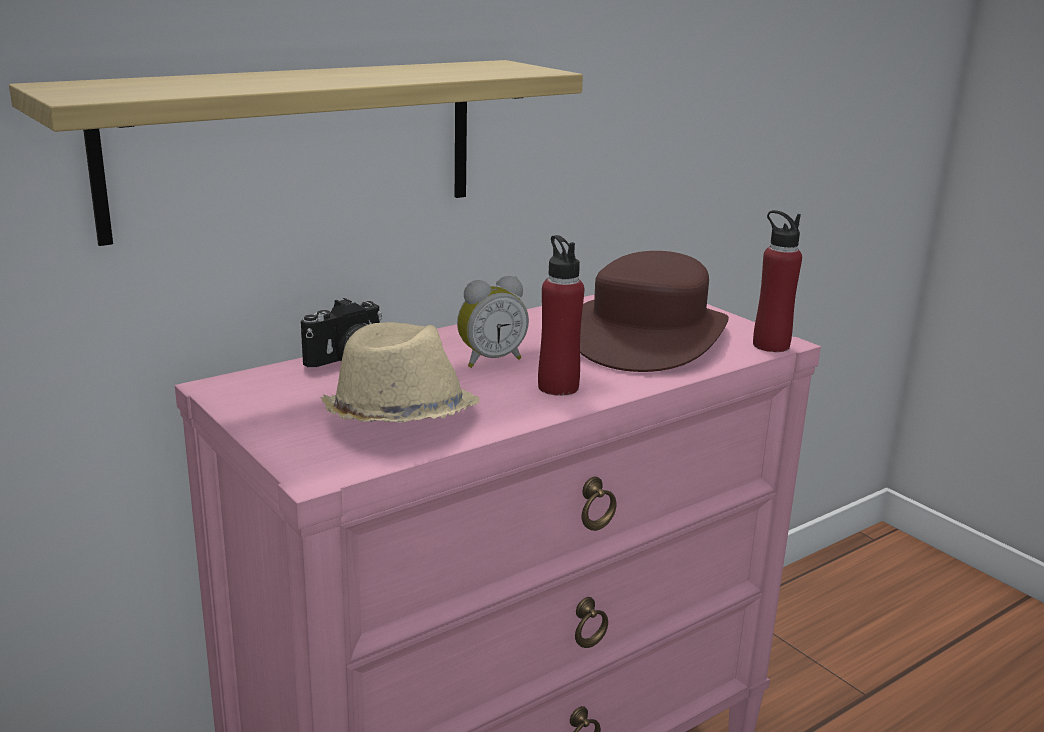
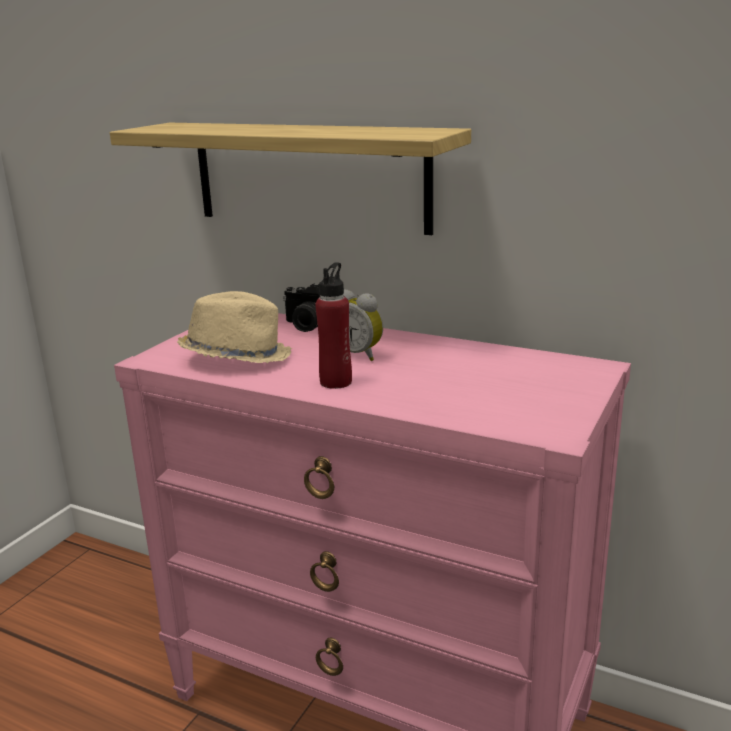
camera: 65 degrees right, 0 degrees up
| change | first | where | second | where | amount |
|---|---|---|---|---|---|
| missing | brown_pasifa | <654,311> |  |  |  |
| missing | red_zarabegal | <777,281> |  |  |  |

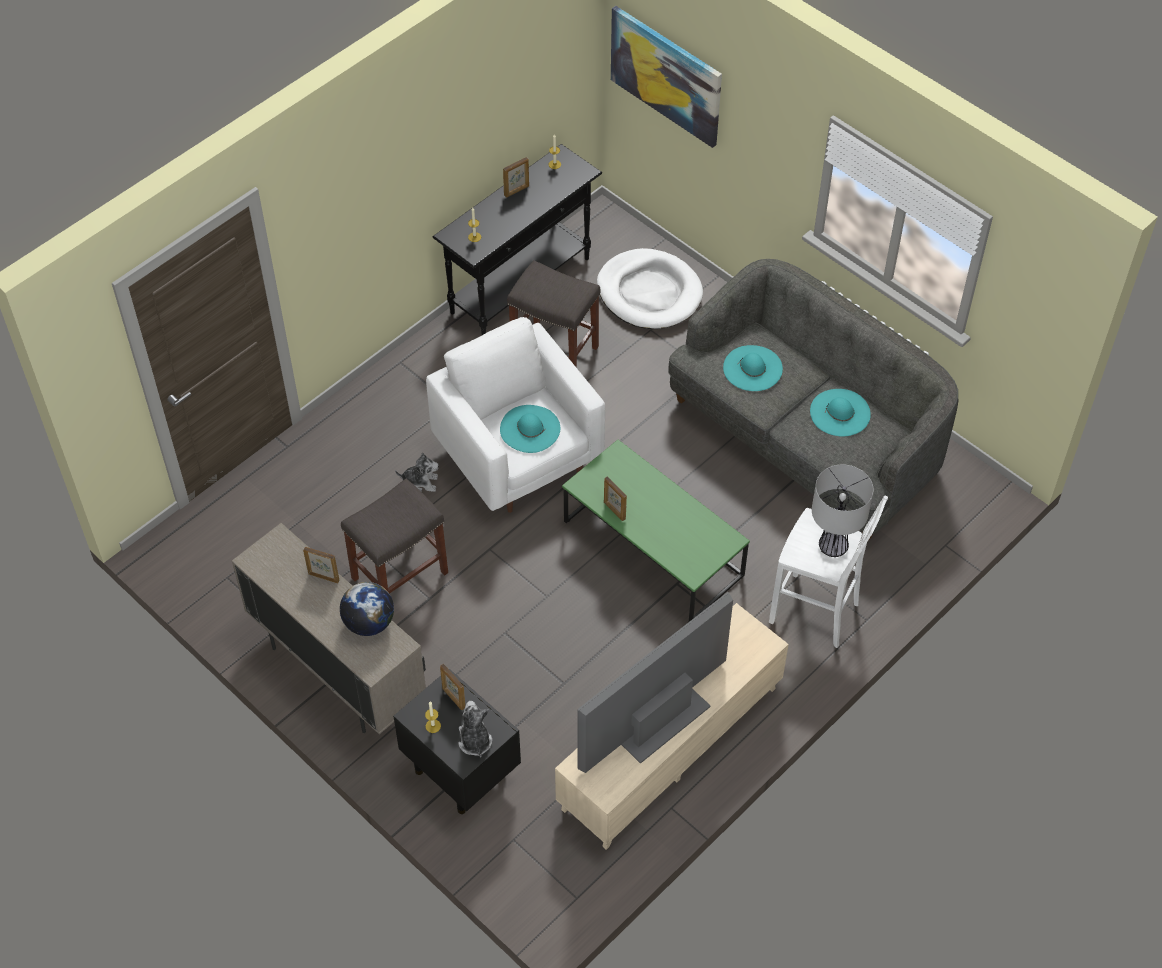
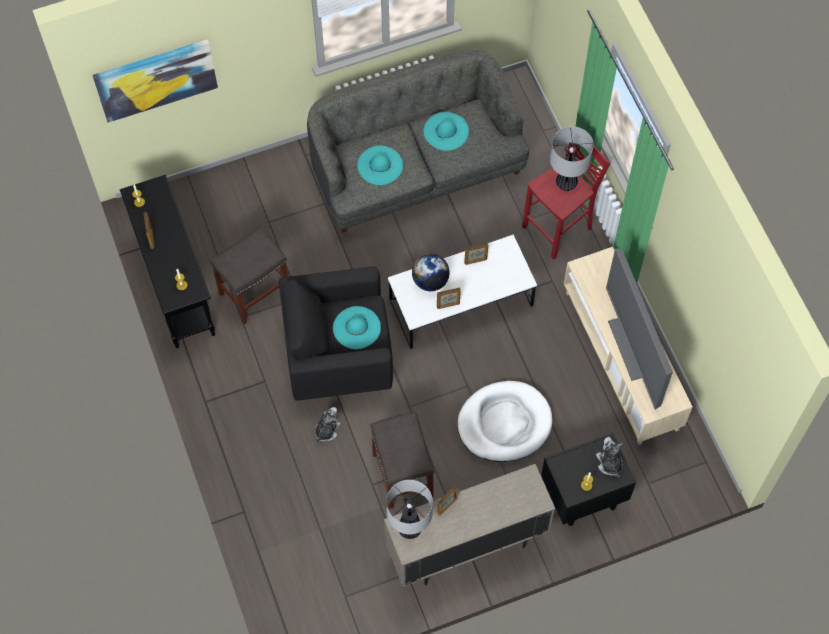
camera: 65 degrees left, 10 degrees up
| change | first | where | second | where | amount |
|---|---|---|---|---|---|
| relocated | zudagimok | <367,609> |  | <431,272> |  |
| colour | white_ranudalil | <515,415> | black_ranudalil | <336,334> |  |
| relocated | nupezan | <453,687> |  | <476,254> |  |
| spun | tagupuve | <475,729> |  | <609,457> | 60 degrees clockwise |
| colour | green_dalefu | <656,531> | white_dalefu | <462,292> |  |
| relocated | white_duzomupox | <650,288> |  | <504,421> |  |
| colour | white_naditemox | <828,572> | red_naditemox | <566,201> |  |
| appeared |  |  | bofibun | <409,509> |  |

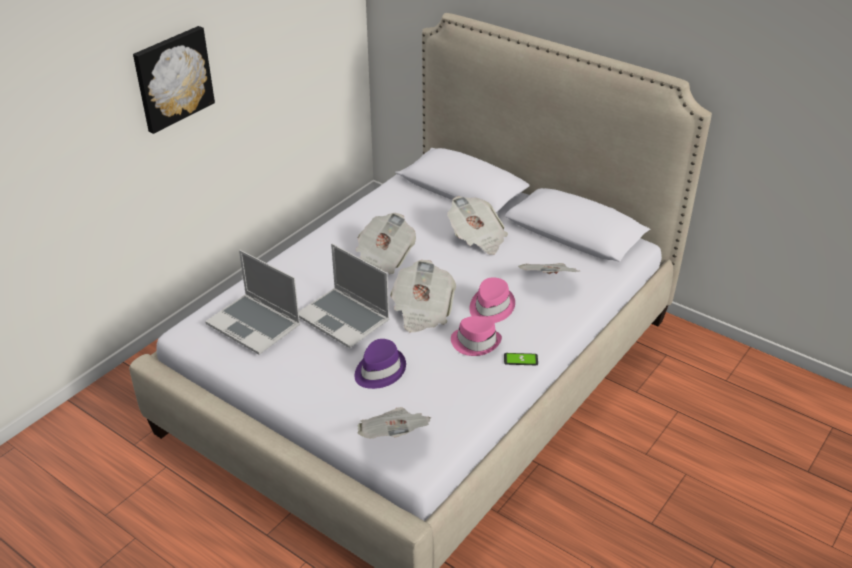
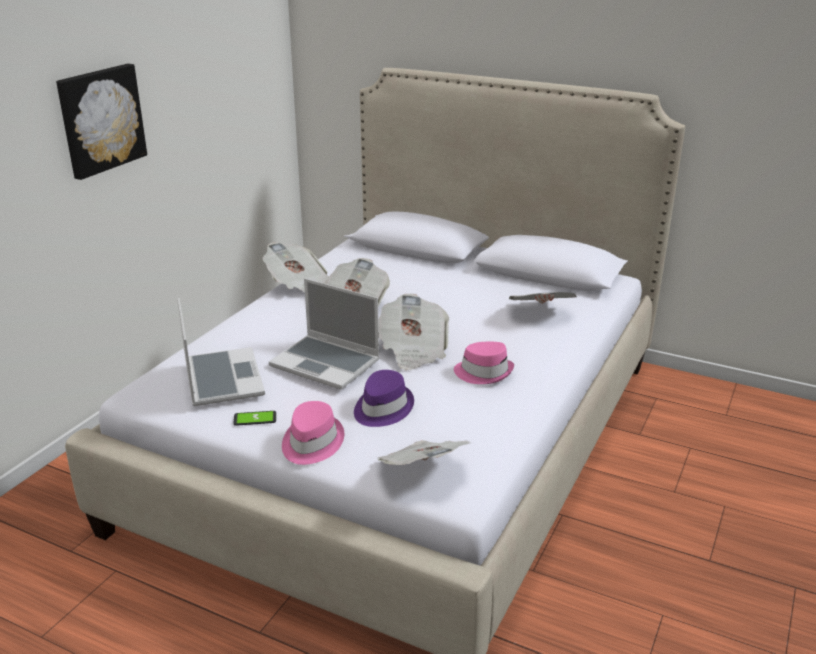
camera: 10 degrees left, 10 degrees down
| change | first | where | second | where | amount |
|---|---|---|---|---|---|
| spun | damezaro | <252,302> |  | <221,352> | 135 degrees counterclockwise |
| relocated | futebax | <477,225> |  | <296,267> |  |
| relocated | pink_pasifa | <492,300> |  | <313,433> |  |
| relocated | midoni | <521,359> |  | <254,418> |  |

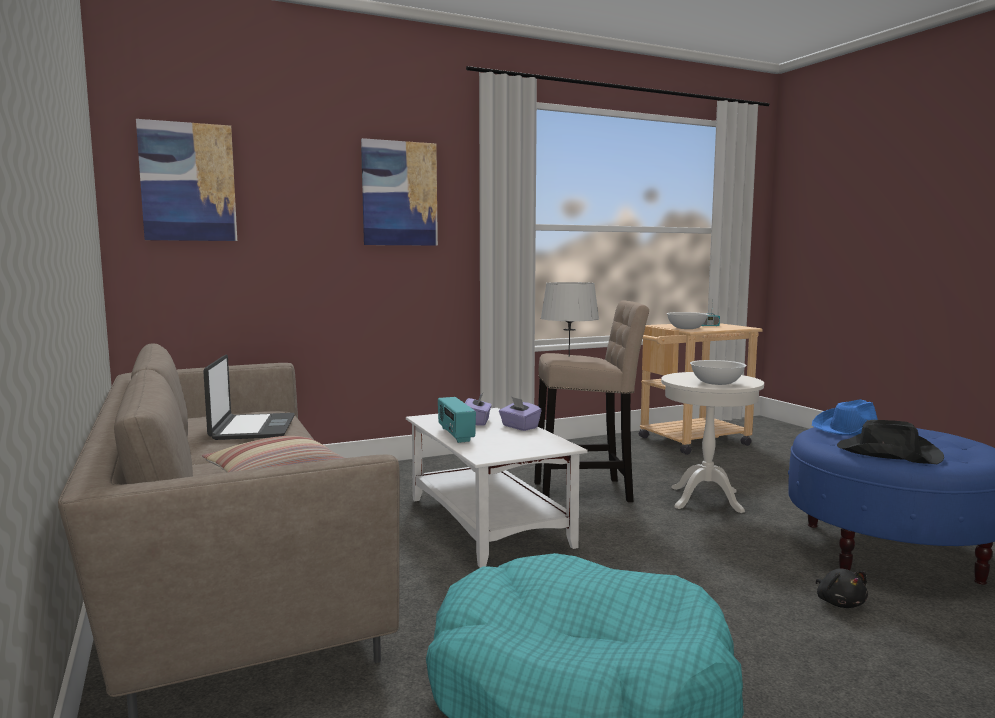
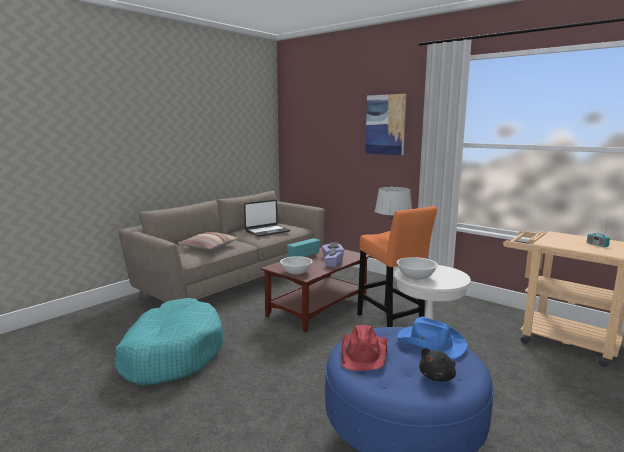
camera: 65 degrees right, 5 degrees up
| change | first | where | second | where | amount |
|---|---|---|---|---|---|
| missing | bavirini | <186,180> |  |  |  |
| colour | white_dalefu | <497,488> | brown_dalefu | <315,290> |  |
| colour | beige_naditemox | <591,401> | orange_naditemox | <397,266> |  |
| relocated | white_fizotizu | <687,320> |  | <296,265> |  |
| relocated | black_tagupuve | <842,588> |  | <437,364> |  |
| colour | black_pasifa | <890,442> | red_pasifa | <364,348> |  |

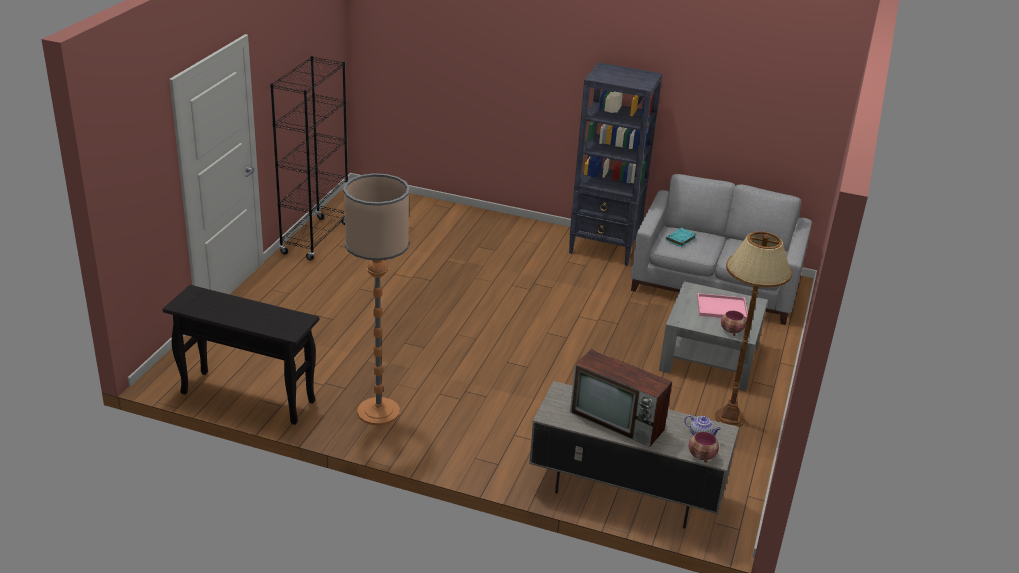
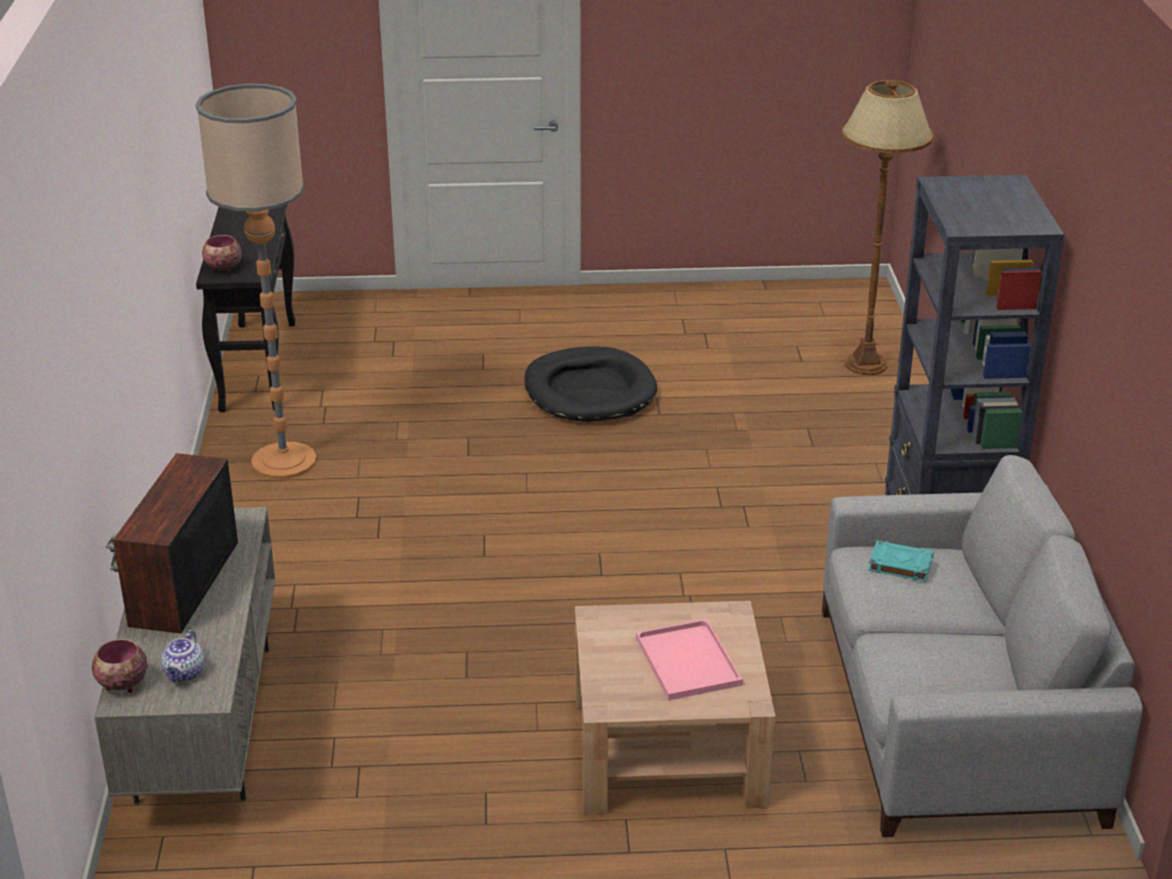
camera: 70 degrees right, 0 degrees up
| change | first | where | second | where | amount |
|---|---|---|---|---|---|
| missing | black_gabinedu | <309,158> |  |  |  |
| colour | grey_dalefu | <713,336> | brown_dalefu | <675,708> |  |
| relocated | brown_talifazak | <753,329> |  | <888,227> |  |
| relocated | fizotizu | <733,323> |  | <222,254> |  |
| appeared |  |  | black_duzomupox | <590,384> |  |

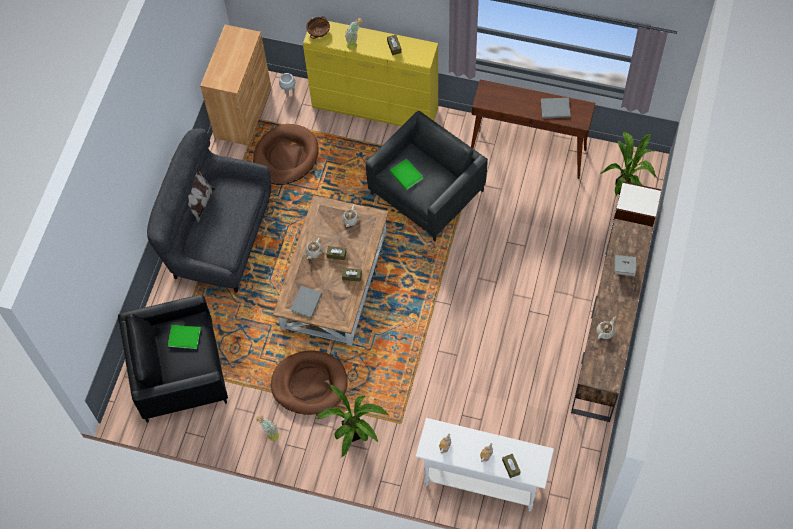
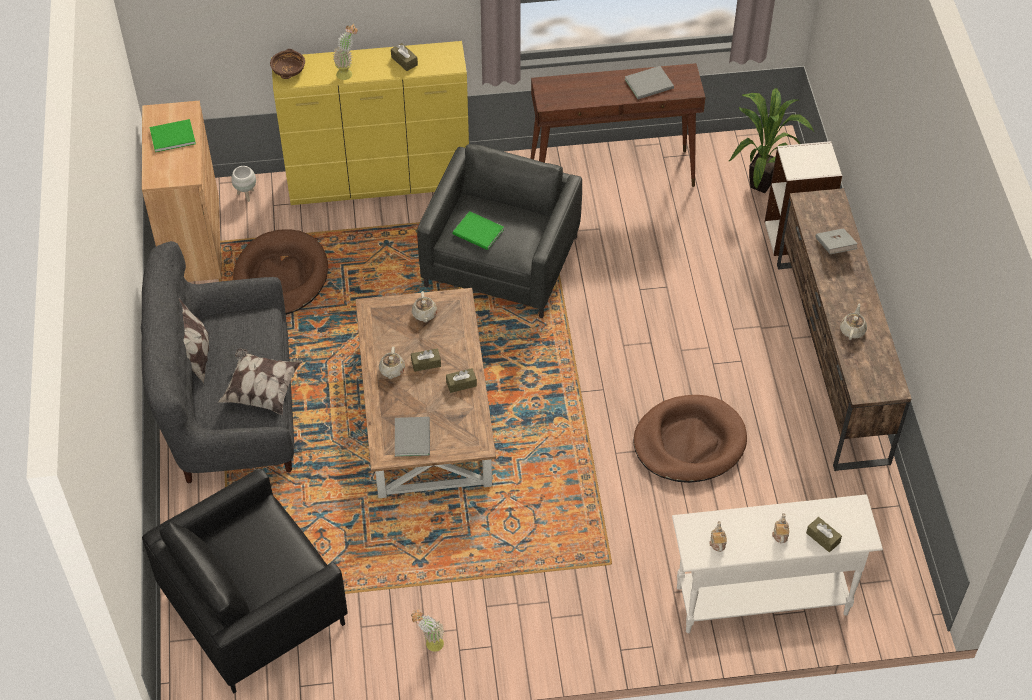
camera: 25 degrees left, 10 degrees down
| change | first | where | second | where | amount |
|---|---|---|---|---|---|
| relocated | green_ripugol | <184,337> |  | <172,135> |  |
| relocated | brown_duzomupox | <309,383> |  | <690,439> |  |
| missing | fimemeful | <352,421> |  |  |  |
| appeared |  |  | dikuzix | <259,381> |  |

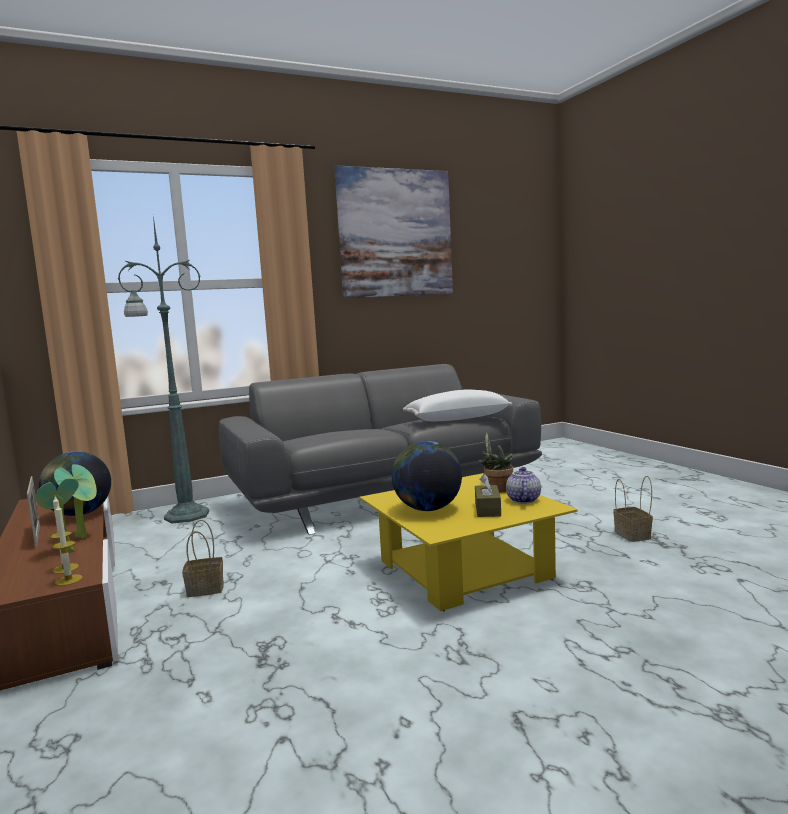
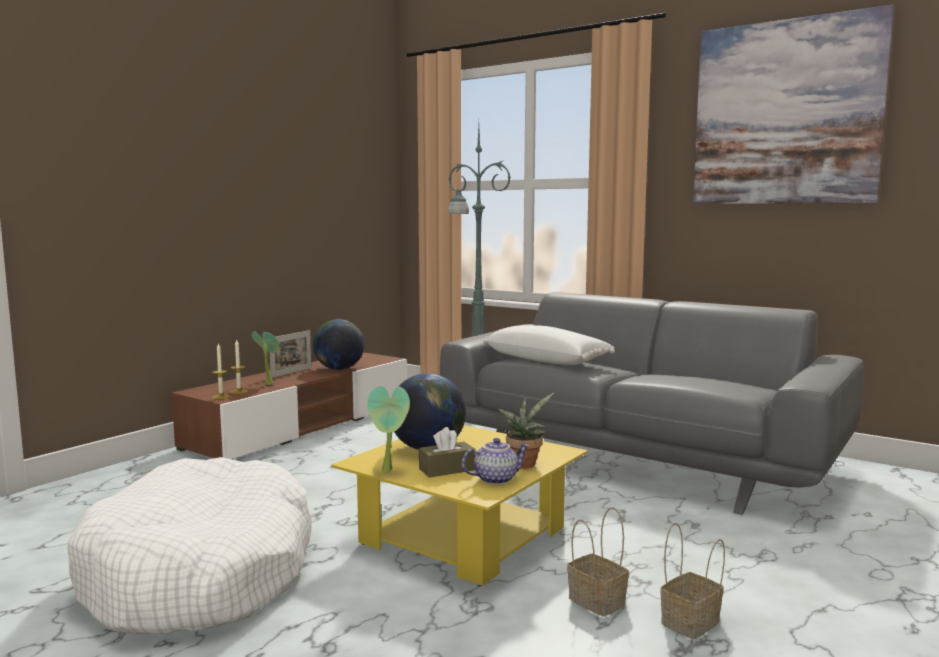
camera: 60 degrees right, 0 degrees up
| change | first | where | second | where | amount |
|---|---|---|---|---|---|
| relocated | fimemeful | <75,501> |  | <388,429> |  |
| relocated | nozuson | <203,558> |  | <598,561> |  |
| relocated | white_dikuzix | <458,405> |  | <549,345> |  |
| appeared |  |  | white_duzomupox | <189,545> |  |

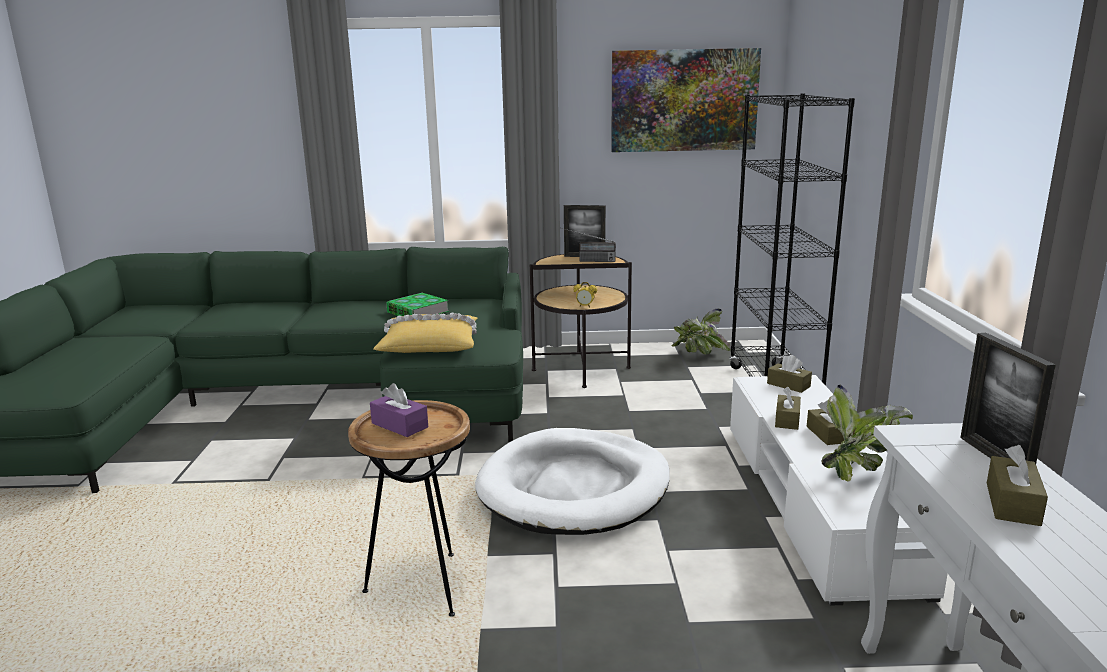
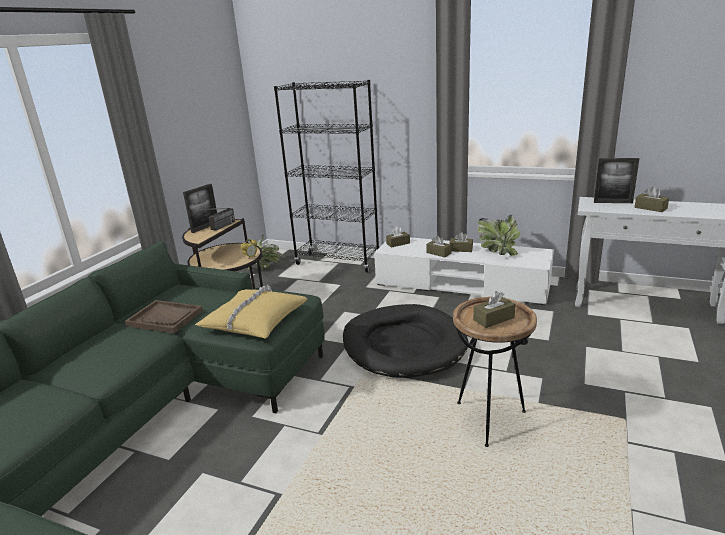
camera: 65 degrees left, 5 degrees up
| change | first | where | second | where | amount |
|---|---|---|---|---|---|
| colour | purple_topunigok | <399,410> | brown_topunigok | <494,309> |  |
| exchanged | ripugol | <417,304> | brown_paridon | <164,316> |  |
| colour | white_duzomupox | <572,481> | black_duzomupox | <406,341> |  |
| missing | bavirini | <686,100> |  |  |  |

